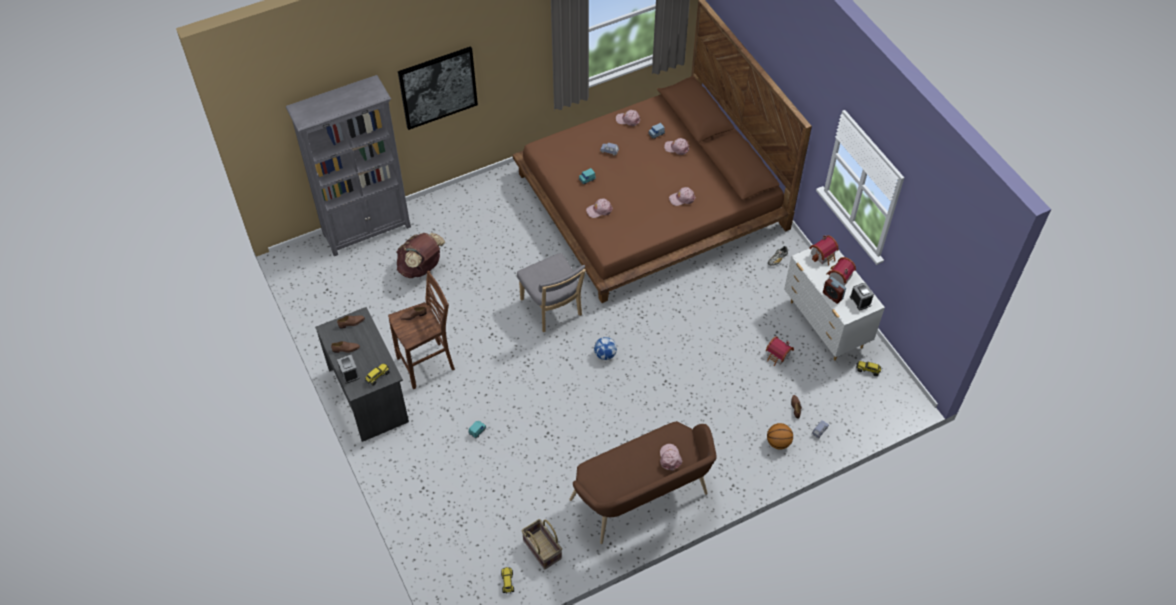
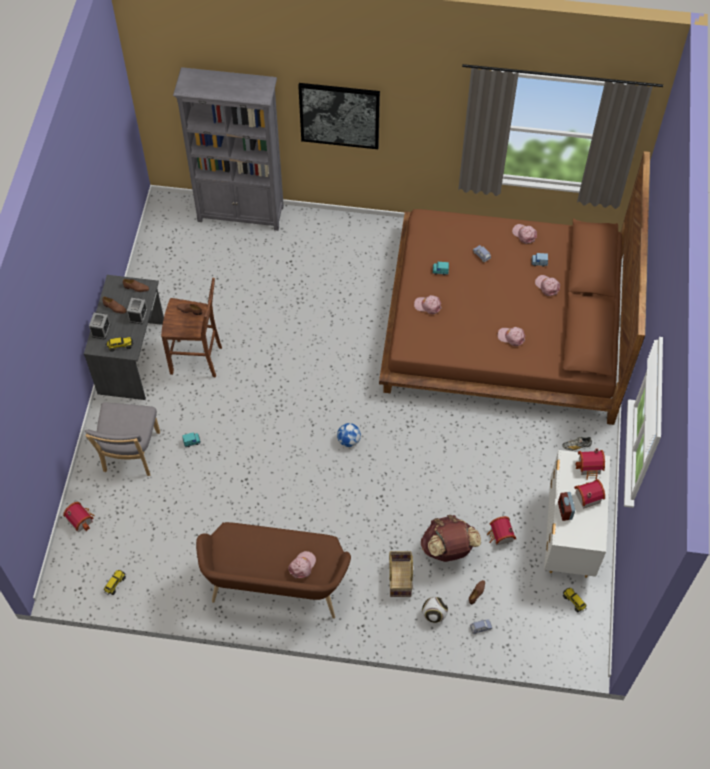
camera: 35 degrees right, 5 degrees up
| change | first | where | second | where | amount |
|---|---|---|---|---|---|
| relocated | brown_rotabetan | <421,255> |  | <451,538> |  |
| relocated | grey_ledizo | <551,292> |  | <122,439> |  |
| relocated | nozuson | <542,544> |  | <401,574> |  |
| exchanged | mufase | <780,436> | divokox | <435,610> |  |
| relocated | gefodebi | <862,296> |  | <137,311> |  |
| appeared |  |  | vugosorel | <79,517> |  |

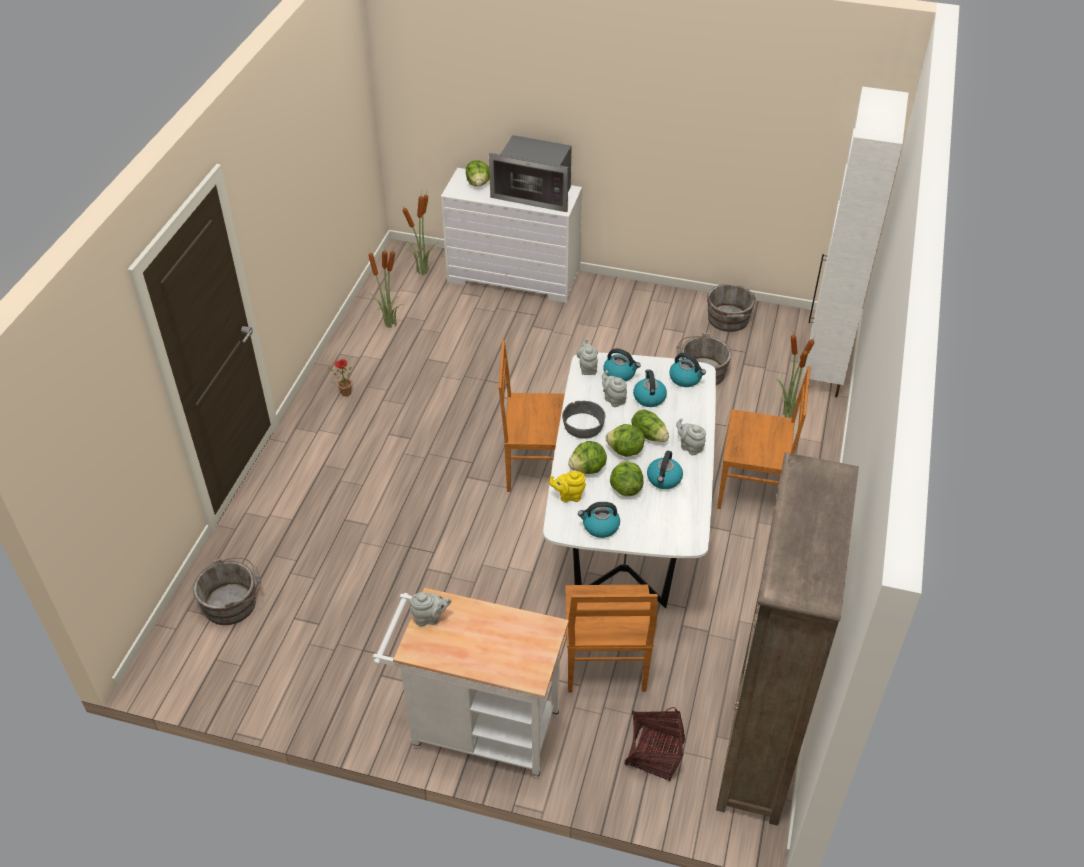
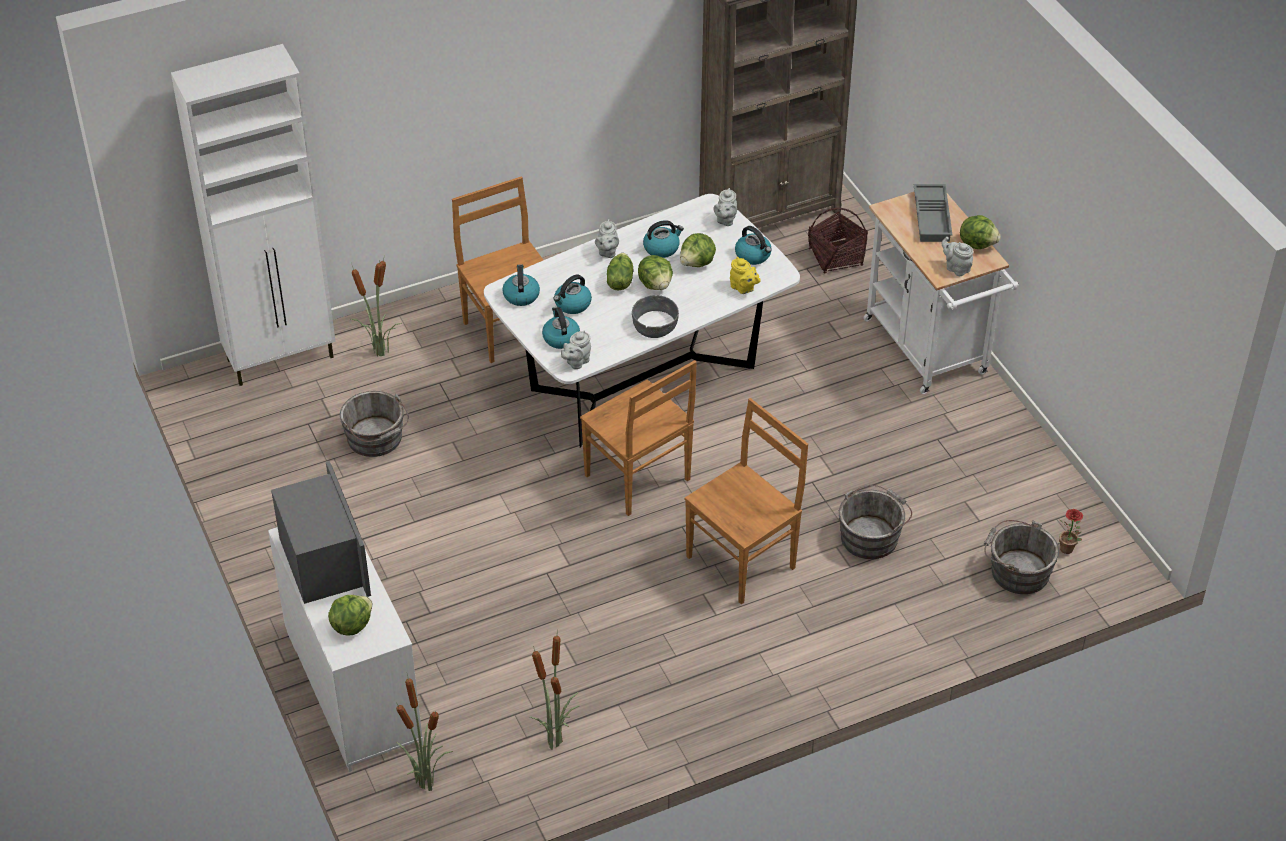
camera: 130 degrees left, 0 degrees up
| change | first | where | second | where | amount |
|---|---|---|---|---|---|
| relocated | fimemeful | <340,377> |  | <1071,531> |  |
| relocated | brown_ledizo | <611,638> |  | <746,501> |  |
| relocated | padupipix | <587,457> |  | <980,232> |  |
| relocated | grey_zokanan | <614,388> |  | <725,207> |  |
| relocated | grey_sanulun | <731,308> |  | <875,522> |  |
| appeared |  |  | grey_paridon | <933,213> |  |

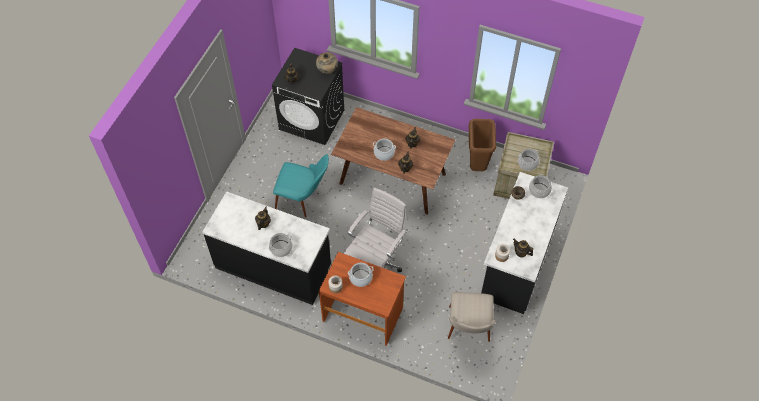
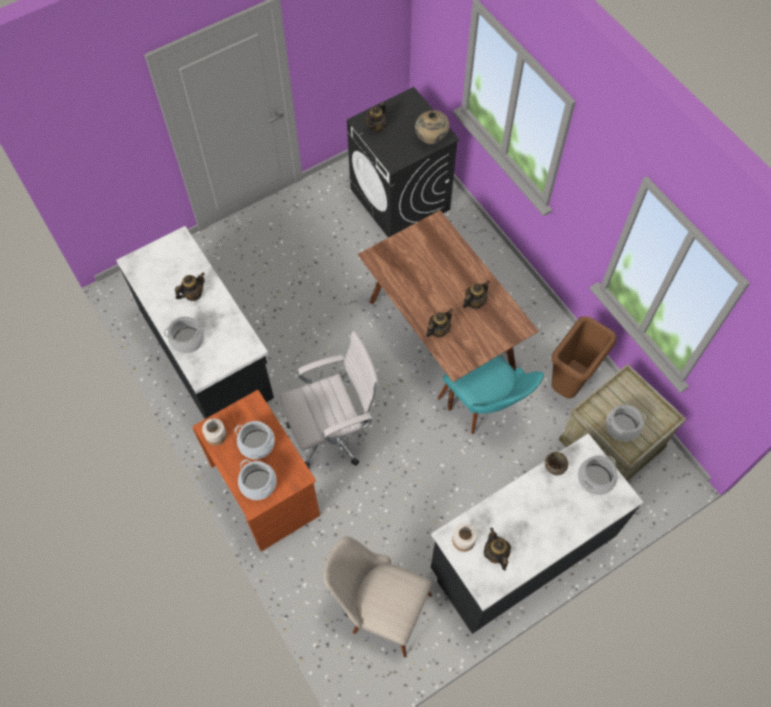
camera: 35 degrees right, 5 degrees up
| change | first | where | second | where | amount |
|---|---|---|---|---|---|
| relocated | turquoise_ledizo | <301,185> |  | <491,394> |  |
| relocated | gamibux | <384,150> |  | <257,479> |  |
| spun | beige_ledizo | <471,317> |  | <378,596> | 75 degrees clockwise |

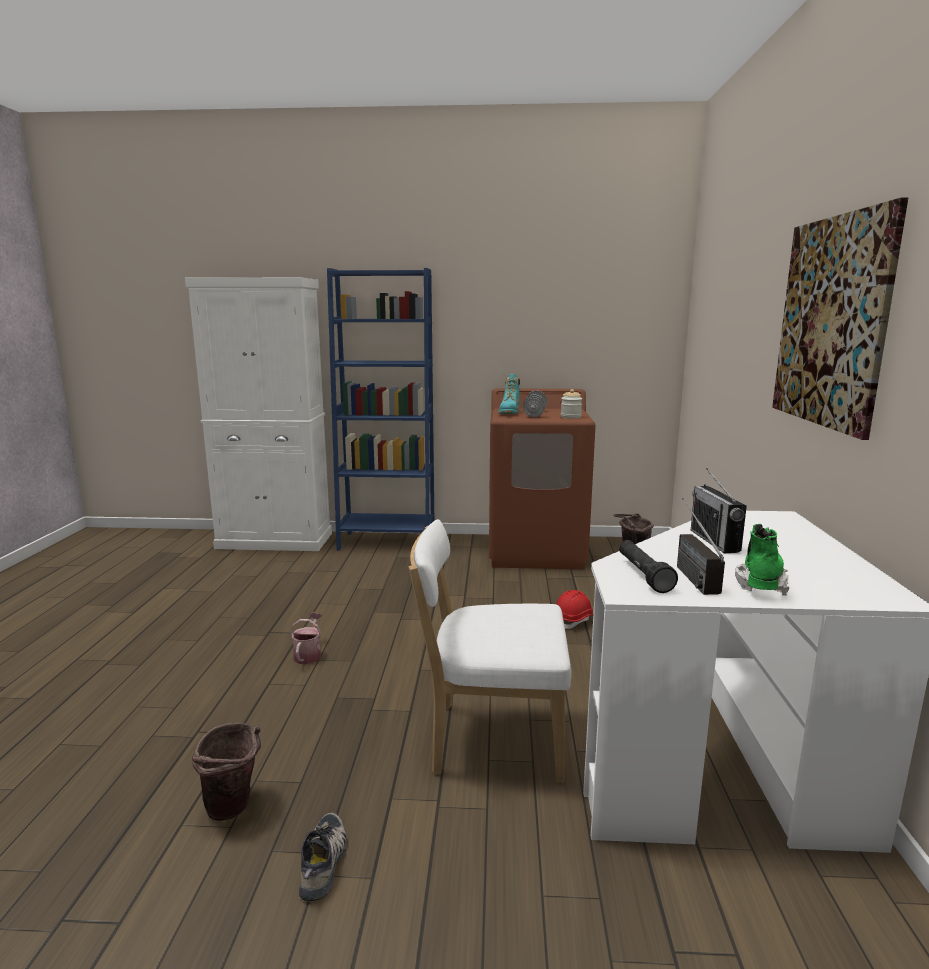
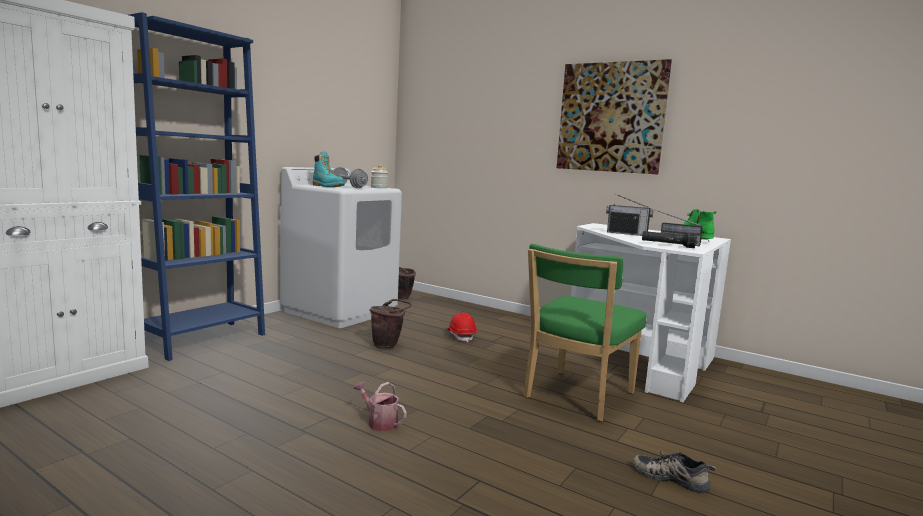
camera: 60 degrees left, 5 degrees down
| change | first | where | second | where | amount |
|---|---|---|---|---|---|
| relocated | brown_sanulun | <226,772> |  | <390,324> |  |
| colour | white_ledizo | <490,651> | green_ledizo | <585,333> |  |
| colour | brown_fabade | <542,478> | white_fabade | <341,247> |  |

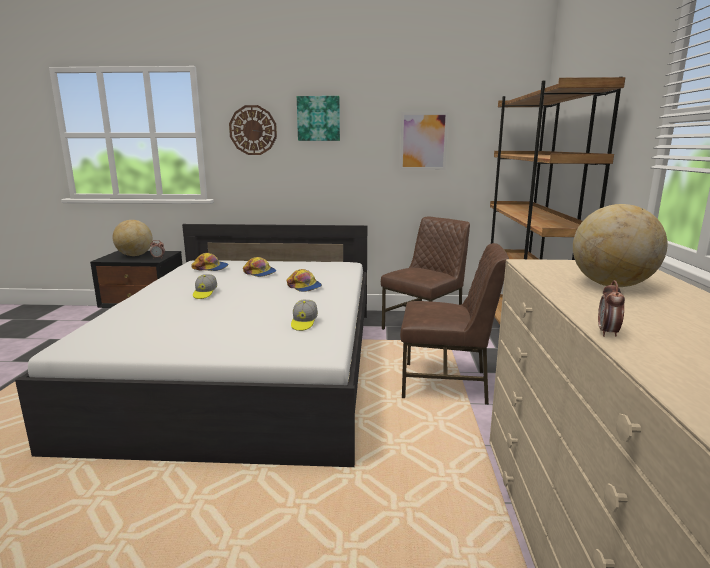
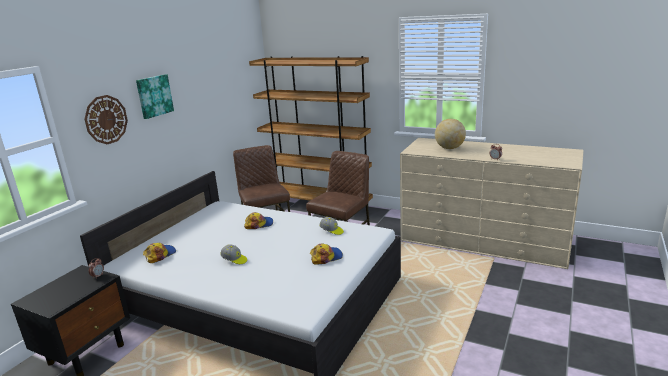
camera: 65 degrees left, 5 degrees up
| change | first | where | second | where | amount |
|---|---|---|---|---|---|
| missing | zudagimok | <133,238> |  |  |  |
| relocated | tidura | <259,267> |  | <326,254> |  |
| missing | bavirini | <424,141> |  |  |  |

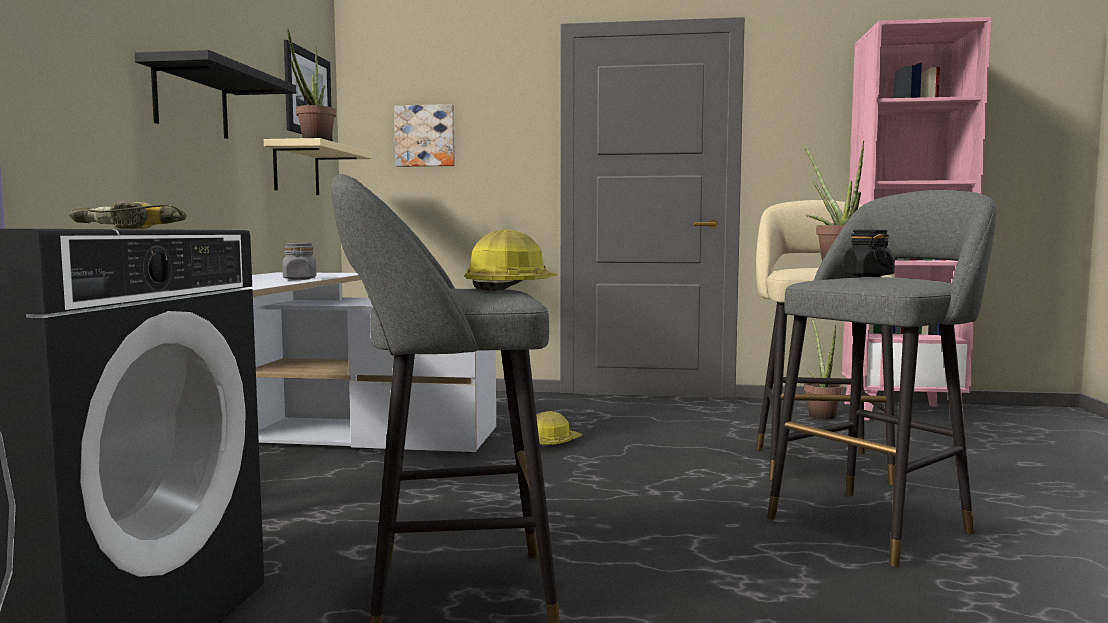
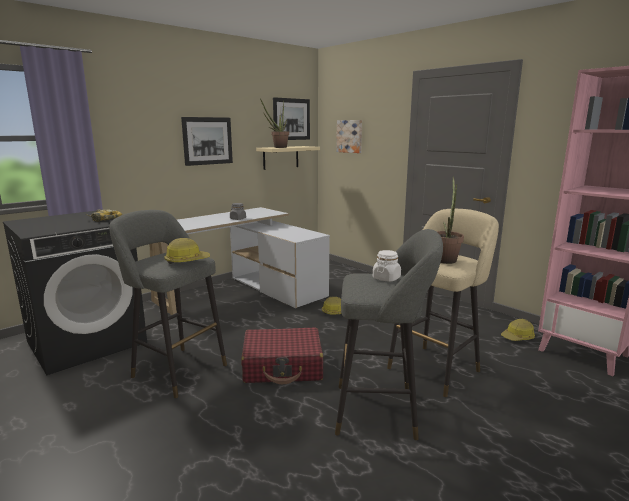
camera: 40 degrees right, 10 degrees up
| change | first | where | second | where | amount |
|---|---|---|---|---|---|
| exchanged | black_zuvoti | <215,94> | bavirini | <207,141> |  |
| exchanged | fimemeful | <823,368> | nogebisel | <518,330> |  |
| colour | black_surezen | <869,253> | white_surezen | <387,266> |  |
| appeared |  |  | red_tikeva | <282,356> |  |

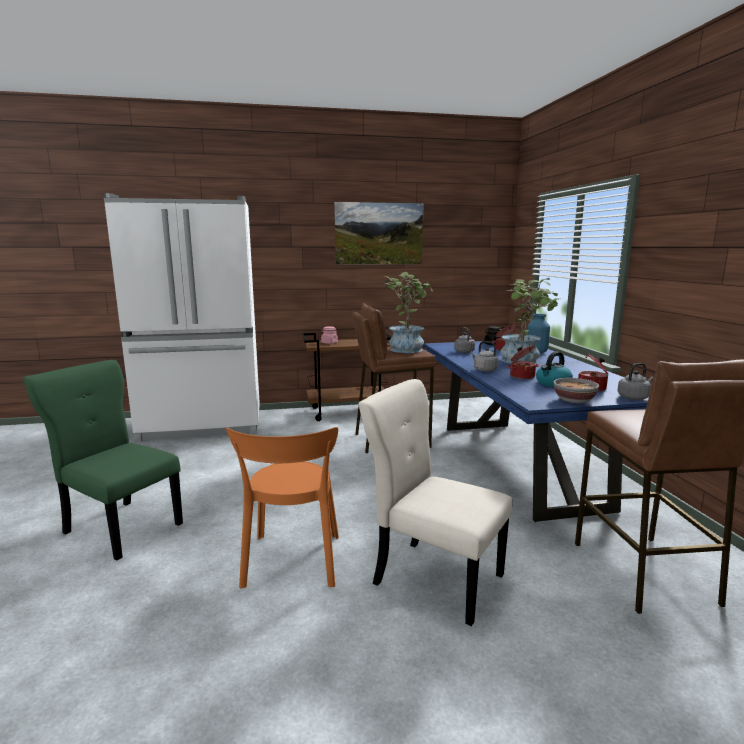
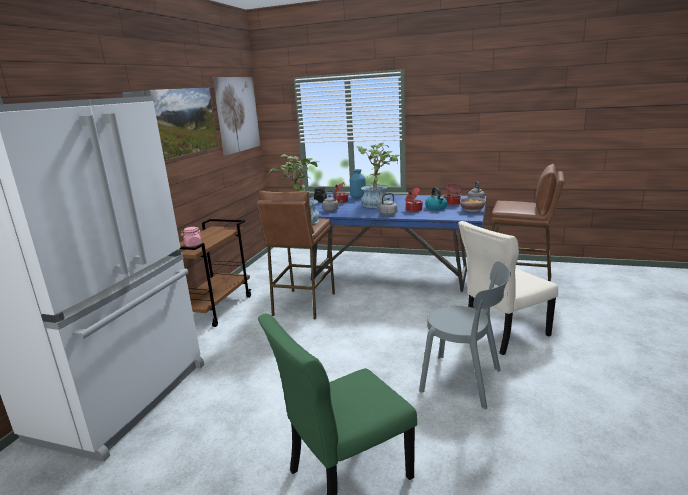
camera: 60 degrees left, 5 degrees up
| change | first | where | second | where | amount |
|---|---|---|---|---|---|
| colour | orange_ledizo | <282,507> | grey_ledizo | <465,335> |  |
| appeared |  |  | bavirini | <237,116> |  |

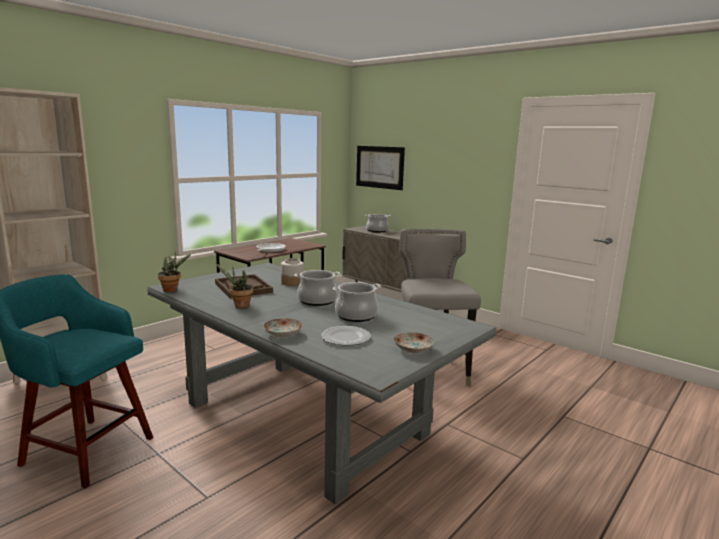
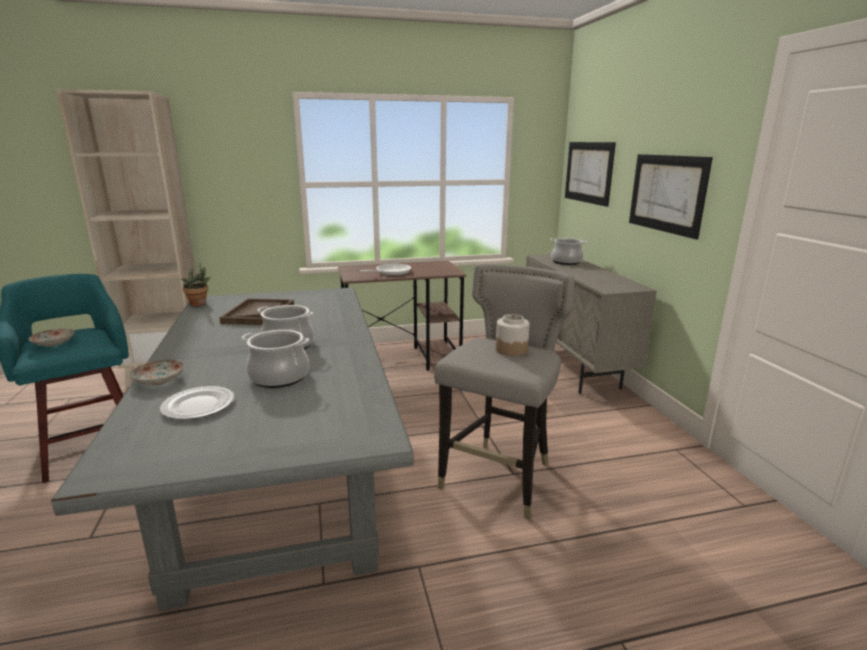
camera: 35 degrees right, 5 degrees up
| change | first | where | second | where | amount |
|---|---|---|---|---|---|
| missing | fimemeful | <234,285> |  |  |  |
| relocated | surezen | <292,272> |  | <513,335> |  |
| relocated | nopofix | <414,342> |  | <51,337> |  |
| appeared |  |  | bavirini | <671,197> |  |

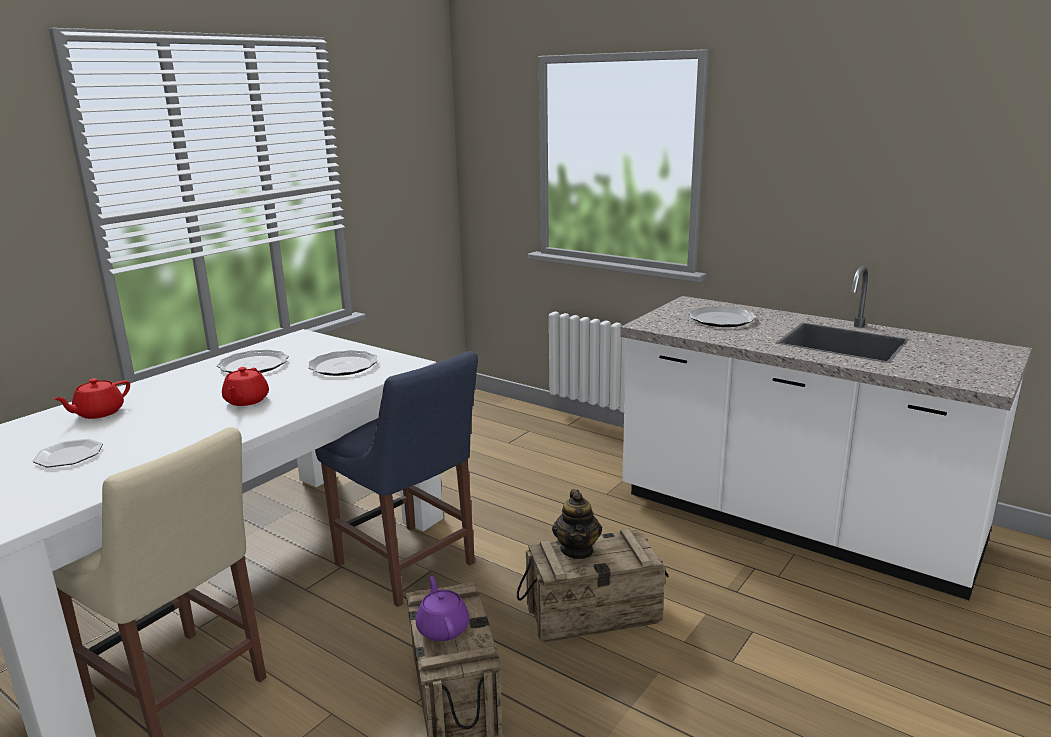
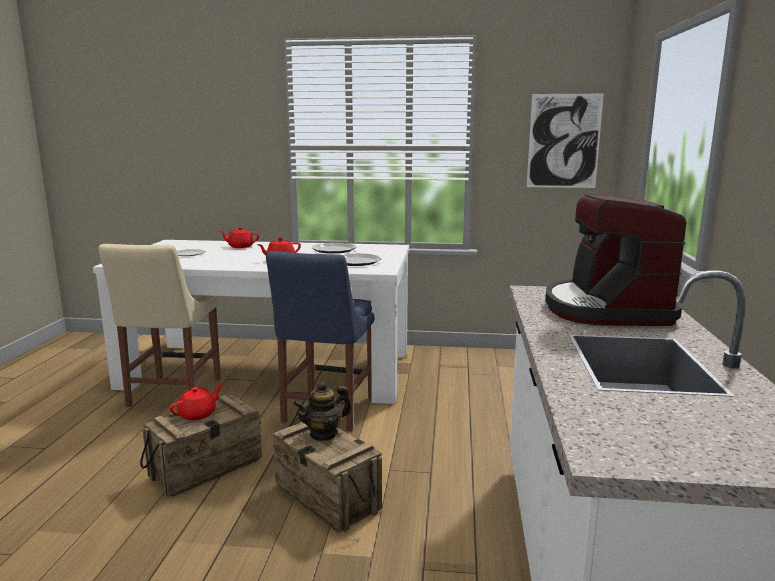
camera: 60 degrees right, 5 degrees down
| change | first | where | second | where | amount |
|---|---|---|---|---|---|
| colour | purple_zokanan | <443,608> | red_zokanan | <196,402> |  |
| exchanged | nopofix | <722,316> | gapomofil | <615,260> |  |
| appeared |  |  | bavirini | <565,141> |  |

